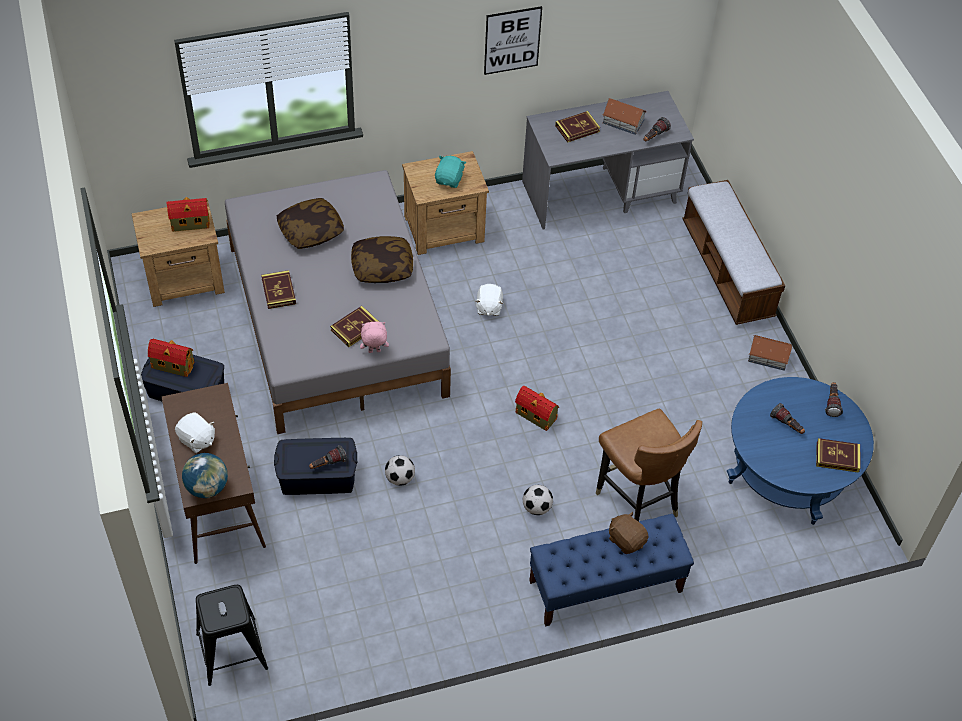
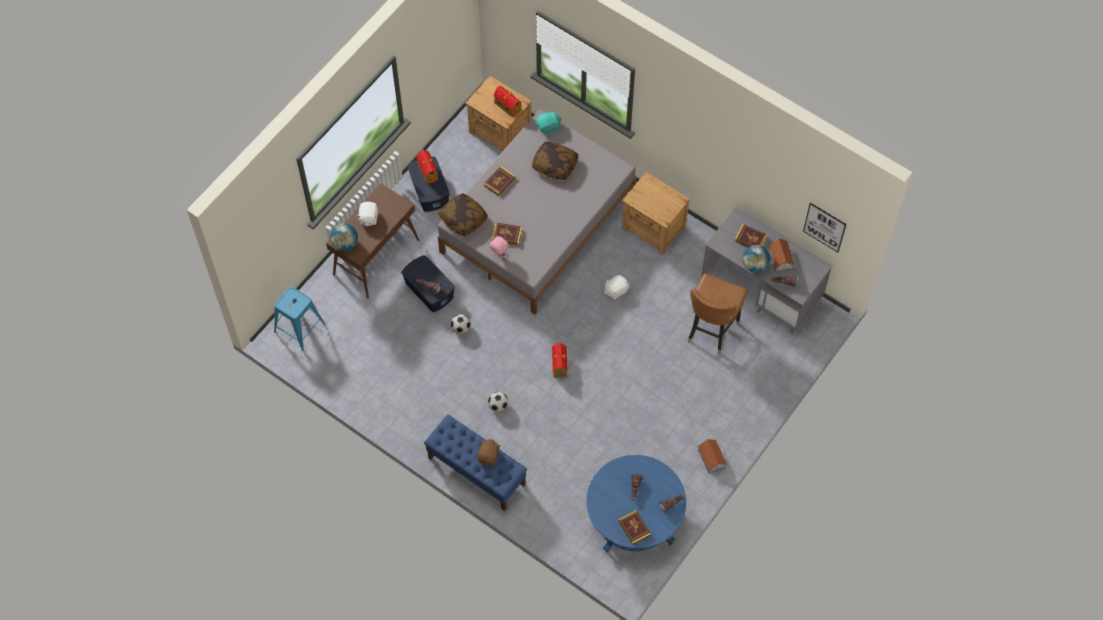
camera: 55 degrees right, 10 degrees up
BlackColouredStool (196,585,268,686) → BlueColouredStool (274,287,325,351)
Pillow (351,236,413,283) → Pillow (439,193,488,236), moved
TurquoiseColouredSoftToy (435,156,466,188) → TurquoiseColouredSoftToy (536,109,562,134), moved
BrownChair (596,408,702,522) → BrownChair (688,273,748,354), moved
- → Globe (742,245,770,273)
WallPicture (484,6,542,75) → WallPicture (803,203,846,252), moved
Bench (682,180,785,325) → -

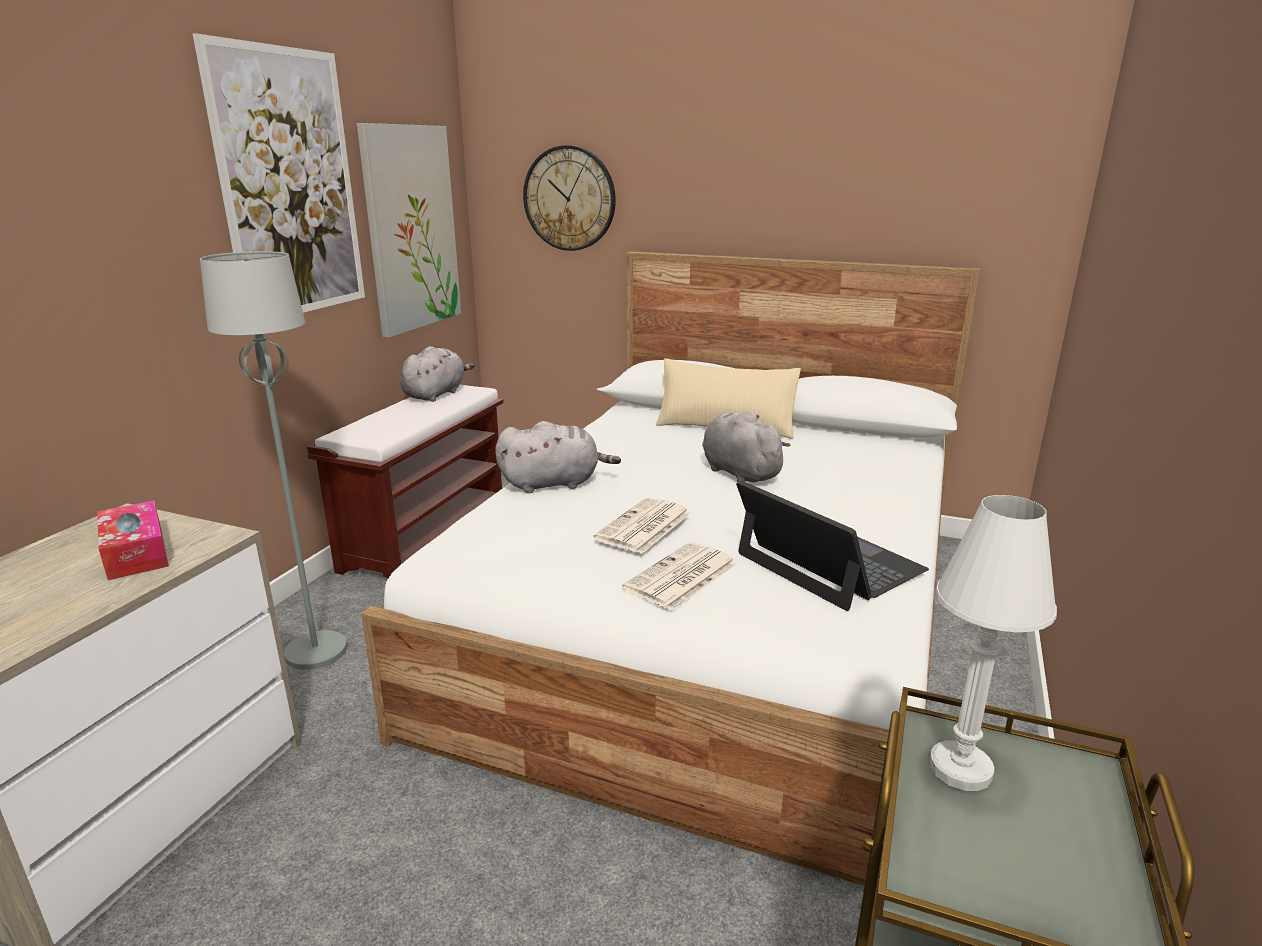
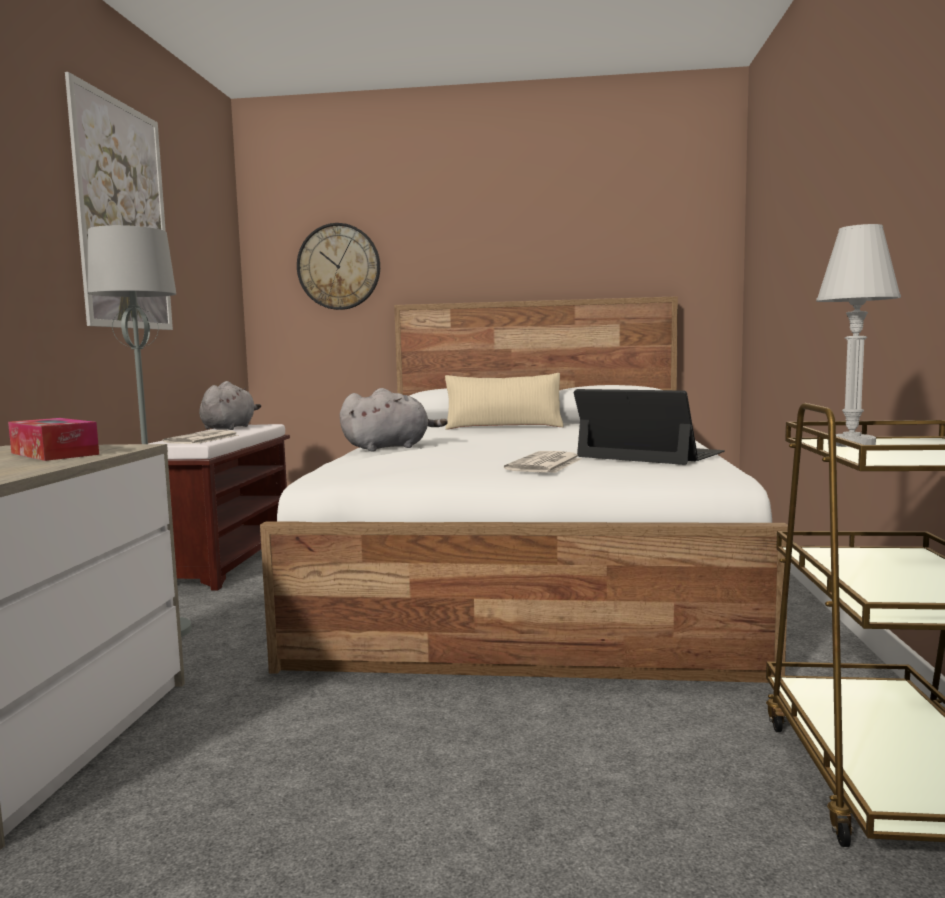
camera: 15 degrees left, 15 degrees down
PrintedPaper (593,497,691,554) → PrintedPaper (163,430,238,444), moved
WallPicture (357,123,461,337) → -
GreyishSoftToy (702,411,791,482) → -

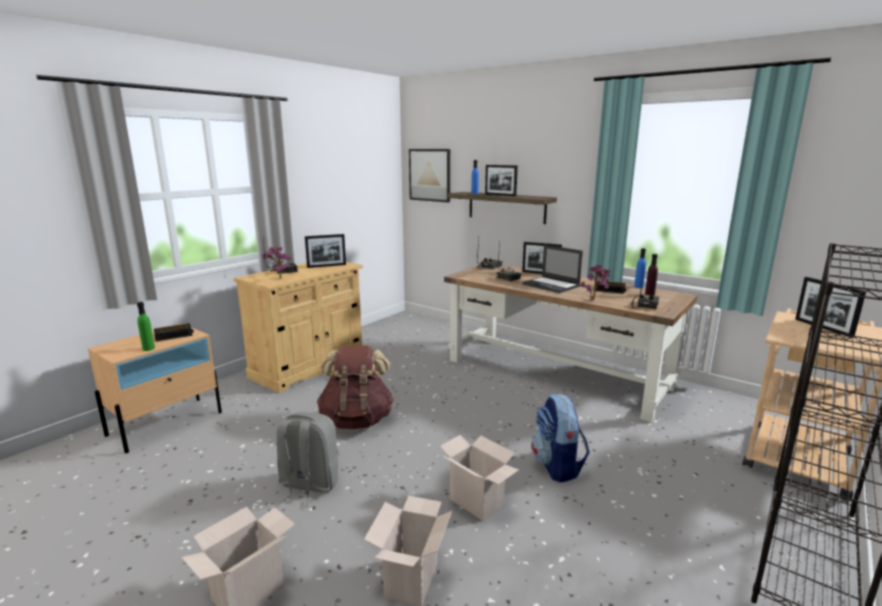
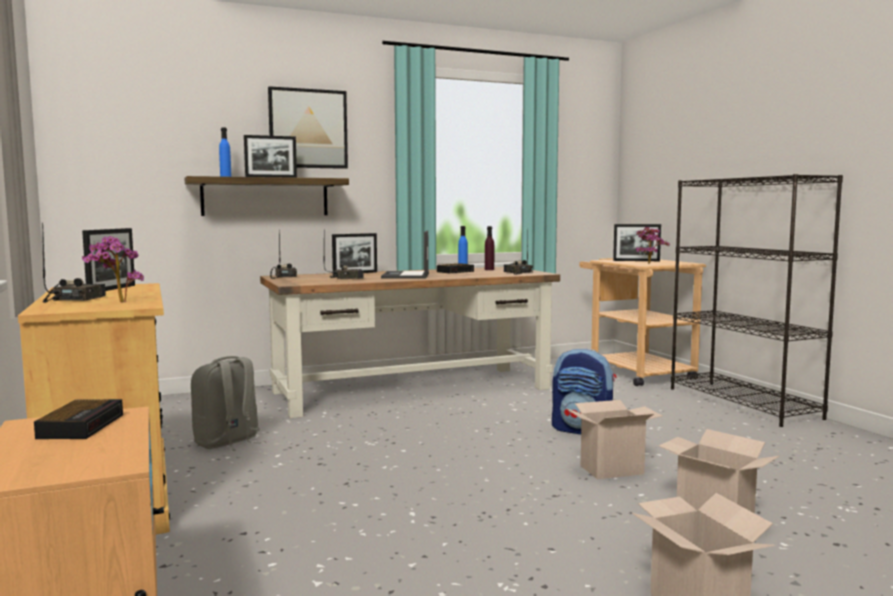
camera: 60 degrees left, 10 degrees down
GreyishKnapsack (276,412,338,507) → GreyishKnapsack (191,356,261,451), moved
WallPicture (409,149,450,203) → WallPicture (268,86,348,169), moved
NotebookComputer (522,245,583,293) → NotebookComputer (381,230,429,279), 105 degrees clockwise
Houseplant (580,265,610,300) → Houseplant (636,227,670,264), moved
GreenDrinkBottle (137,302,155,351) → -
BrownKnapsack (317,346,394,429) → -

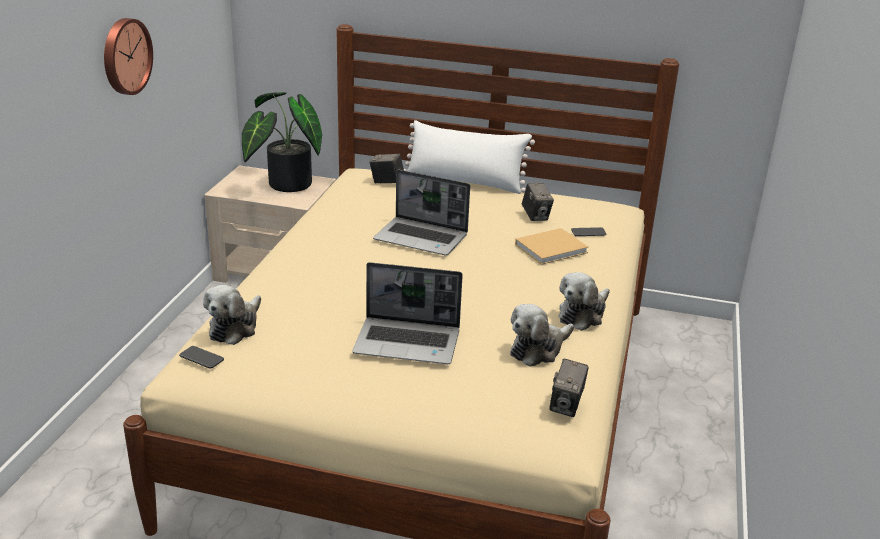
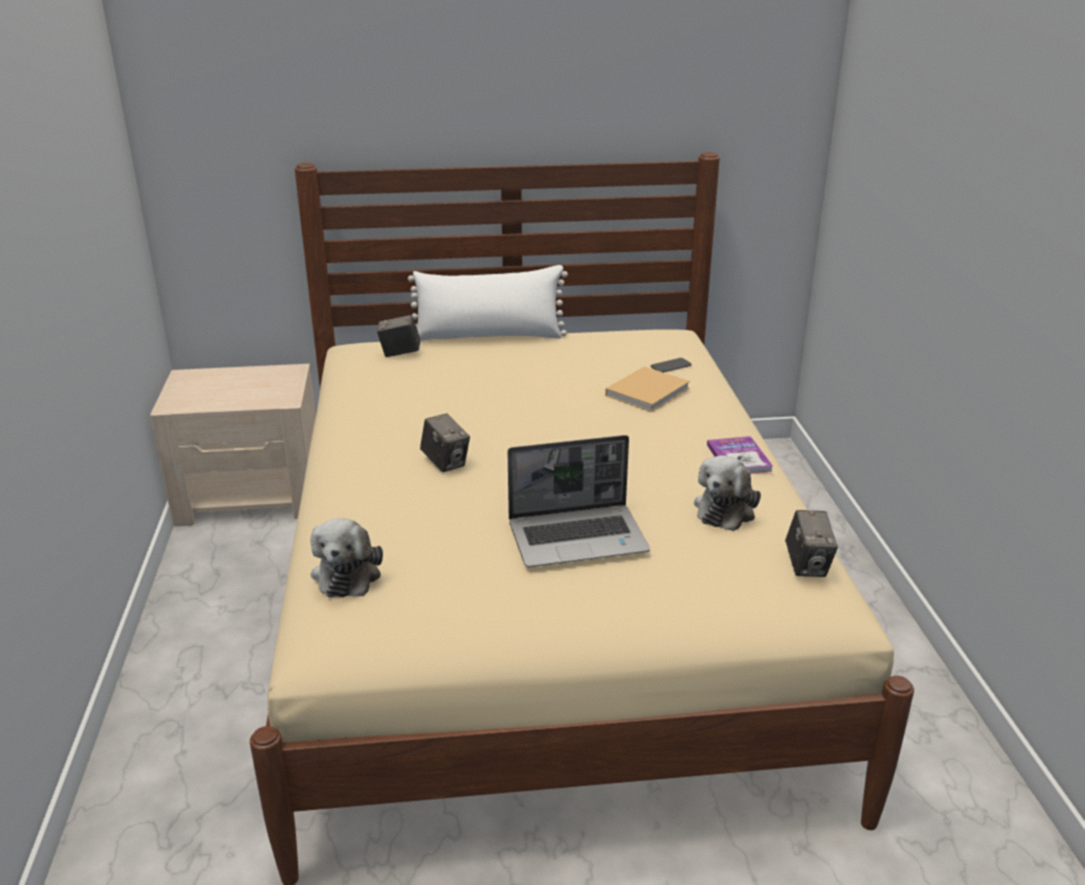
camera: 20 degrees left, 0 degrees up
StillCamera (522,183,554,221) → StillCamera (420,413,470,472), moved
SoftToy (559,272,610,331) → Book (707,436,773,474)
HangingClock (104,18,153,95) → -
Phone (179,346,224,369) → -
Houseplant (242,92,322,192) → -
NotebookComputer (373,170,470,256) → -

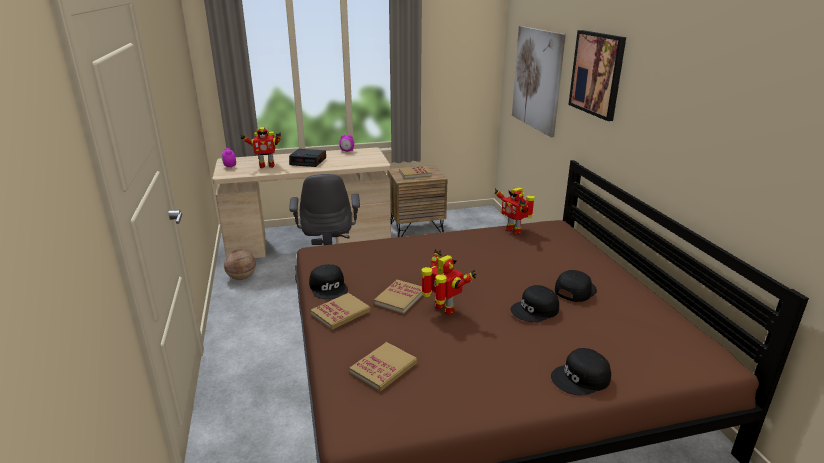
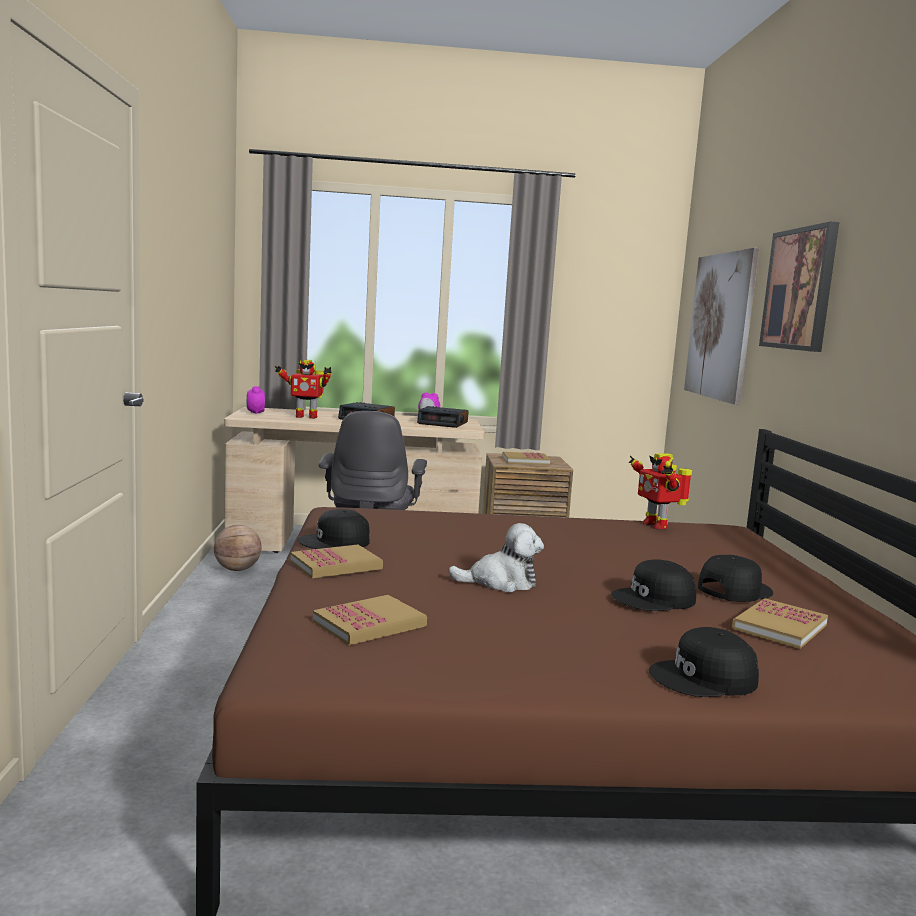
camera: 10 degrees right, 15 degrees down
BlackColouredBaseballCap (309,264,348,299) → BlackColouredBaseballCap (297,509,370,549), 90 degrees clockwise
- → AlarmClock (417,406,469,428)
RobotFigure (421,249,476,315) → SoftToy (448,523,544,592)
Book (373,280,423,314) → Book (732,598,828,649), moved

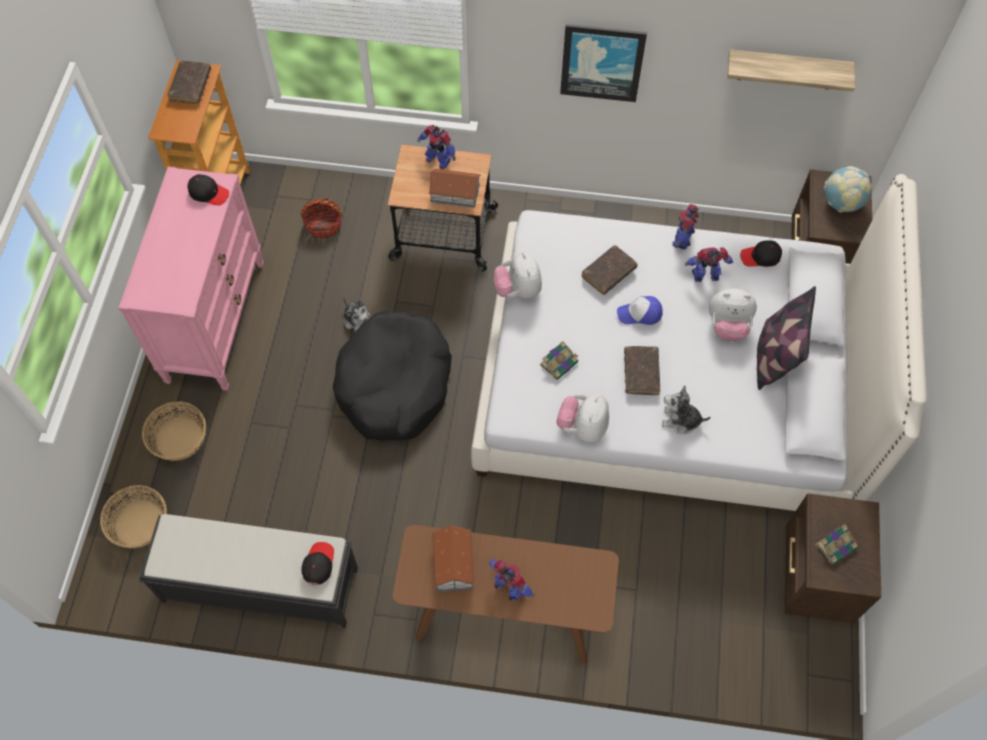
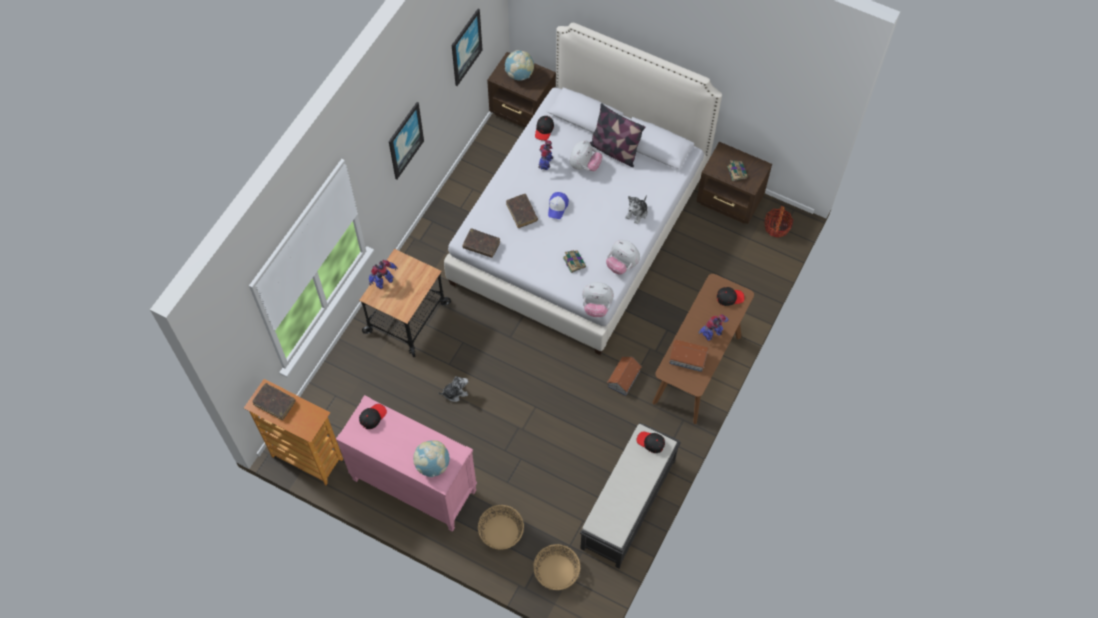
camera: 70 degrees left, 0 degrees up
- → Globe (413,440,450,477)
Shelf (728,49,855,92) → WallPicture (452,9,482,86)
BrownBook (624,346,660,395) → BrownBook (462,228,500,258), moved
SoftToy (493,252,542,299) → SoftToy (582,282,614,317), moved
ModelHouse (429,169,481,208) → ModelHouse (607,356,642,396), moved
- → BlackColouredBaseballCap (717,287,745,306)
StorageBasket (301,199,342,239) → StorageBasket (764,206,794,238), moved
BlackColouredPetBed (333,311,452,441) → -
RobotFigure (672,204,699,250) → -

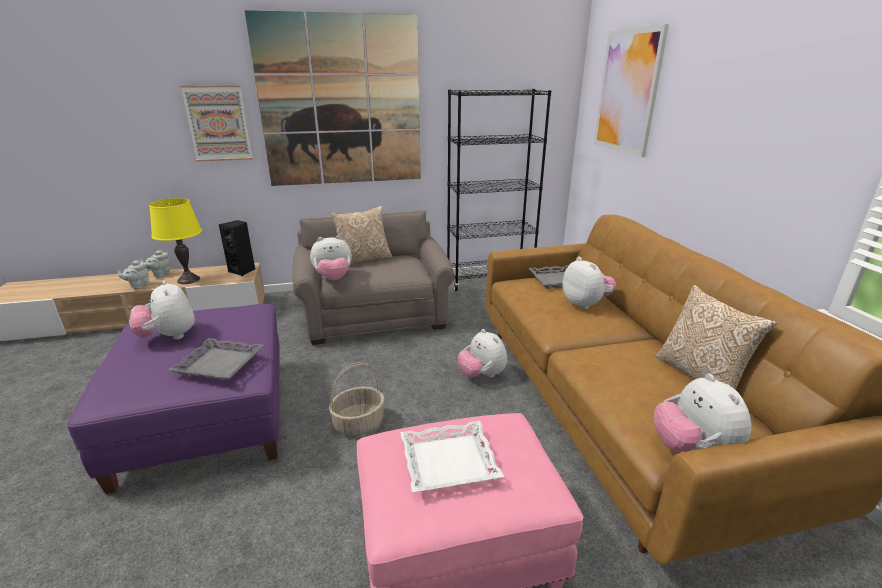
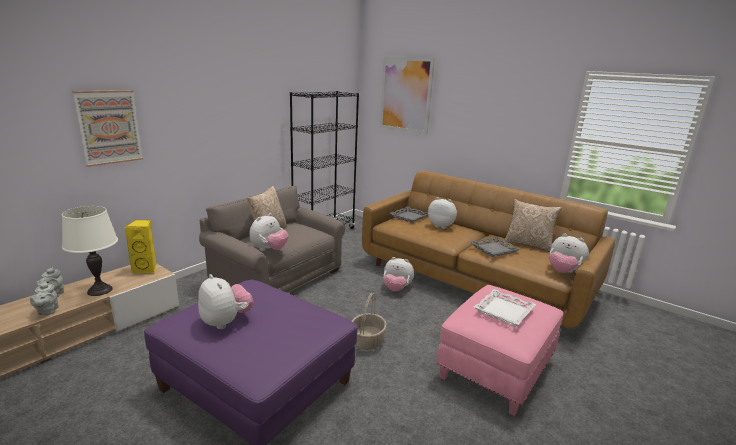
camera: 40 degrees left, 5 degrees down
YellowColouredLampForATable (149,198,202,284) → WhiteColouredLampForATable (62,206,118,296)
BlackColouredSpeaker (219,220,255,276) → YellowColouredSpeaker (125,220,157,273)
SoftToy (129,280,195,340) → SoftToy (198,274,253,329), 150 degrees counterclockwise
GreyishCarryingTray (168,338,264,381) → GreyishCarryingTray (470,237,520,257), moved
WallPicture (245,10,421,186) → -

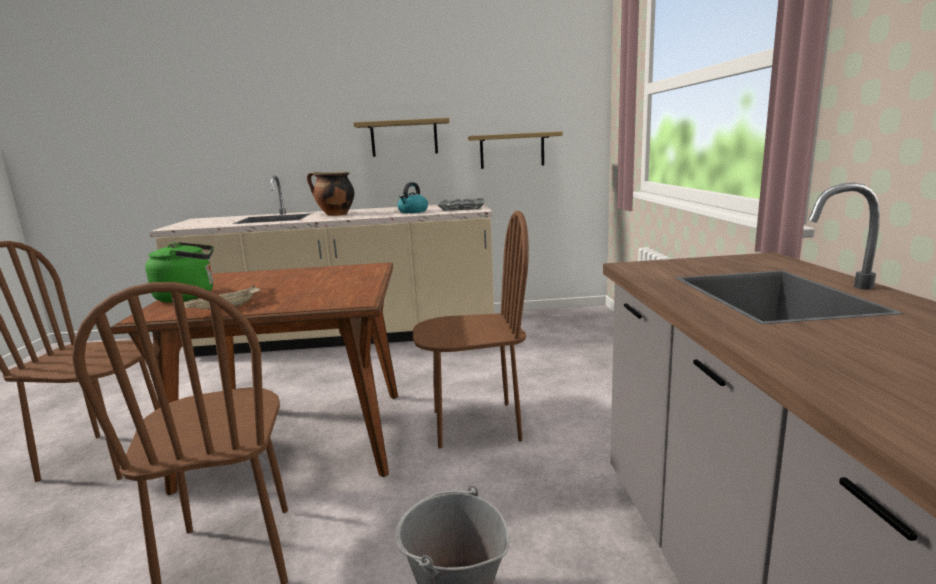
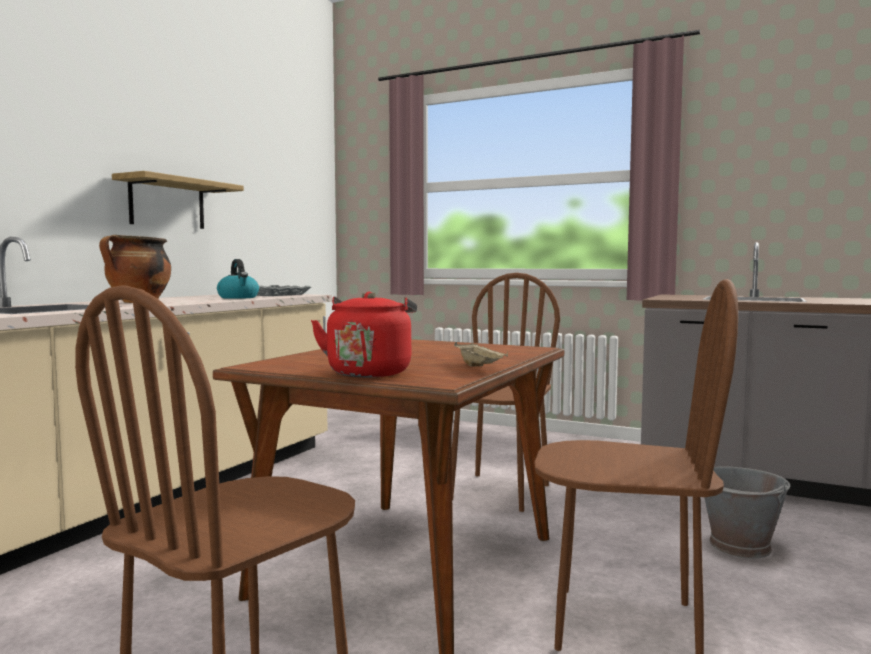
camera: 60 degrees left, 10 degrees down
GreenWaterKettle (145,242,214,303) → ReddishWaterKettle (311,292,417,377)
Shelf (468,131,563,169) → -

